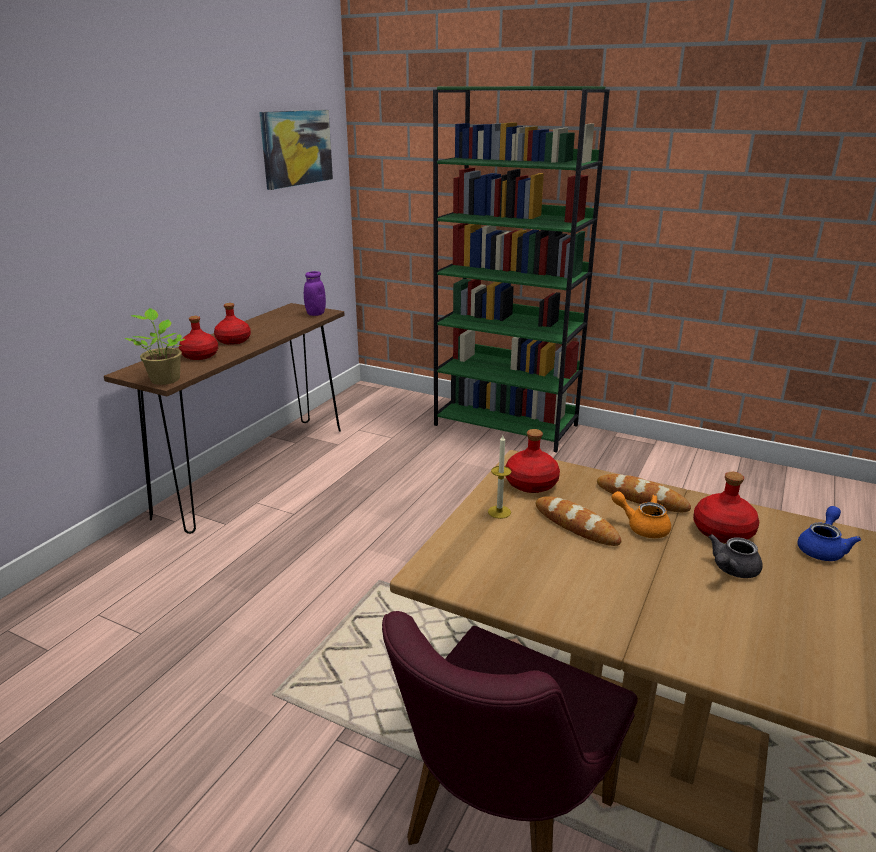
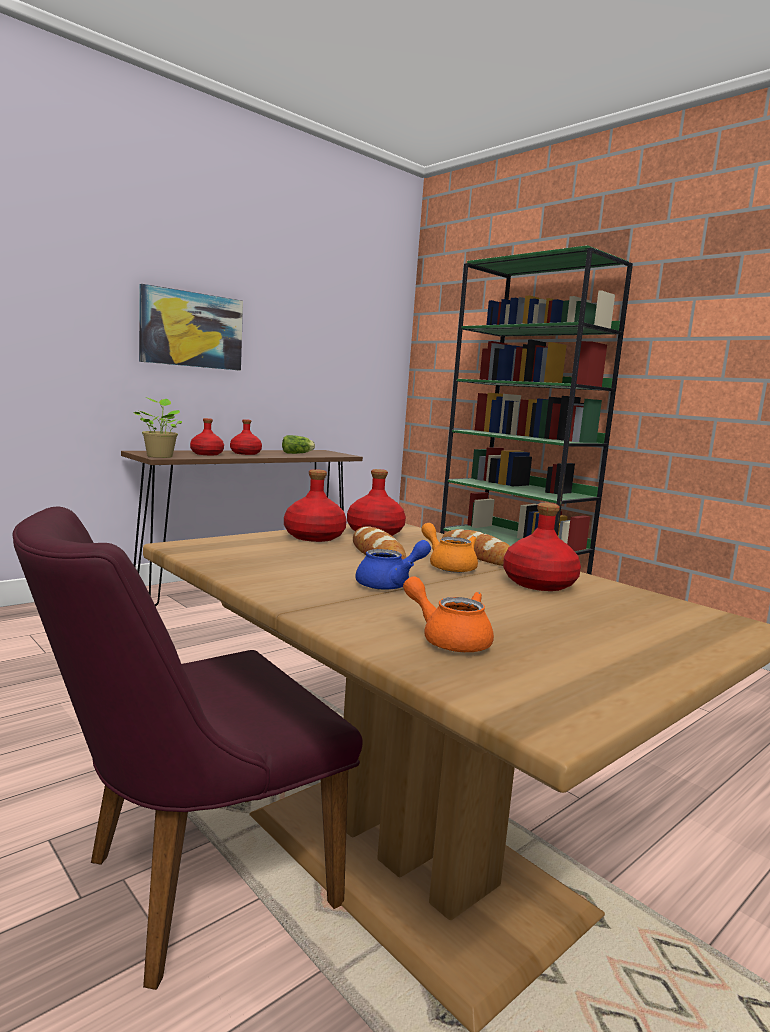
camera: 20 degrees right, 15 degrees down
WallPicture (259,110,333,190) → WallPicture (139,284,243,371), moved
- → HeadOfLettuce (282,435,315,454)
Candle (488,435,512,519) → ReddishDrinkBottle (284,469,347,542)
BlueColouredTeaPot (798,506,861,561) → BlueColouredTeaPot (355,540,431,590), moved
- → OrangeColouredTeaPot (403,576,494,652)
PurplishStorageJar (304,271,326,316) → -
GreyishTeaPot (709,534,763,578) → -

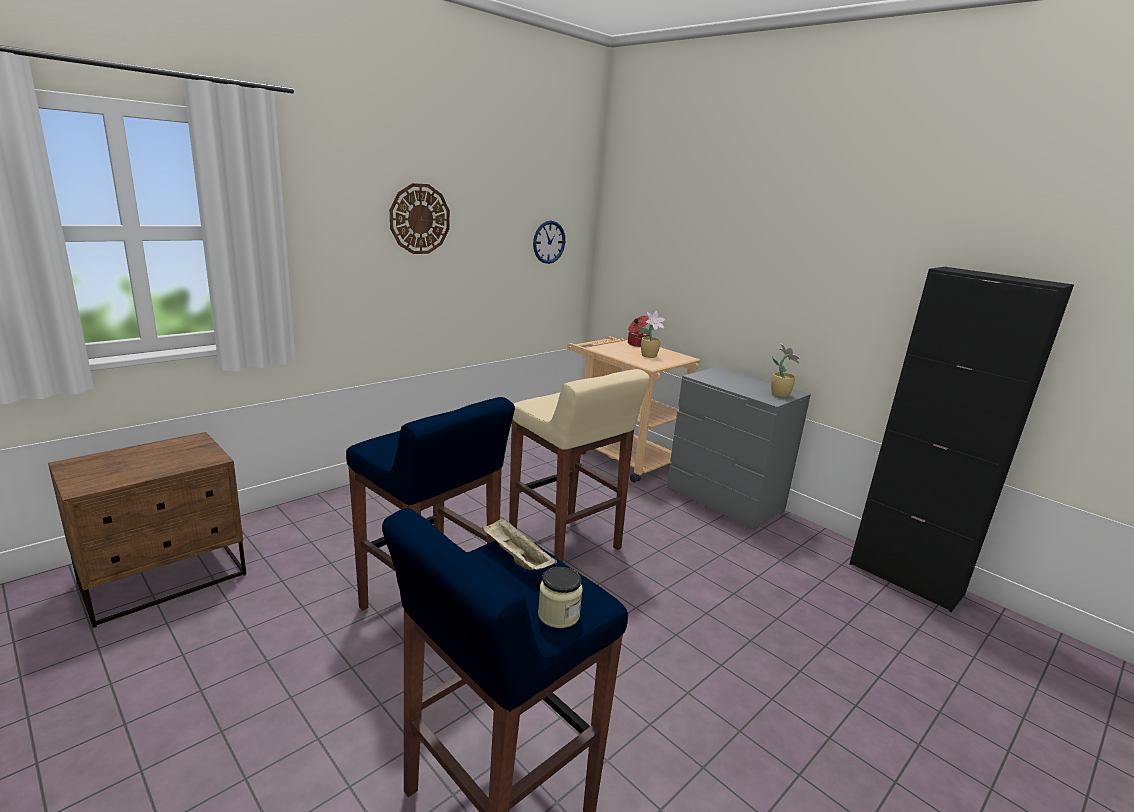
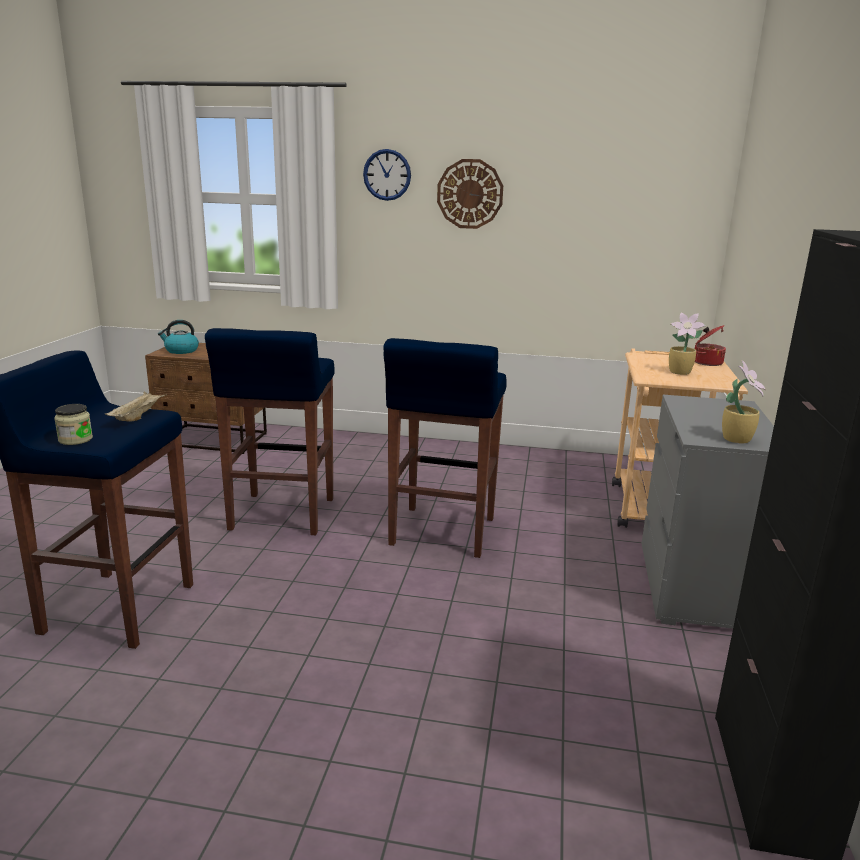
camera: 55 degrees right, 0 degrees up
- → WaterKettle (158,320,199,354)
HangingClock (533,220,565,264) → HangingClock (363,149,411,201), moved
SandColouredStool (509,369,650,562) → BlueColouredStool (383,338,507,558)

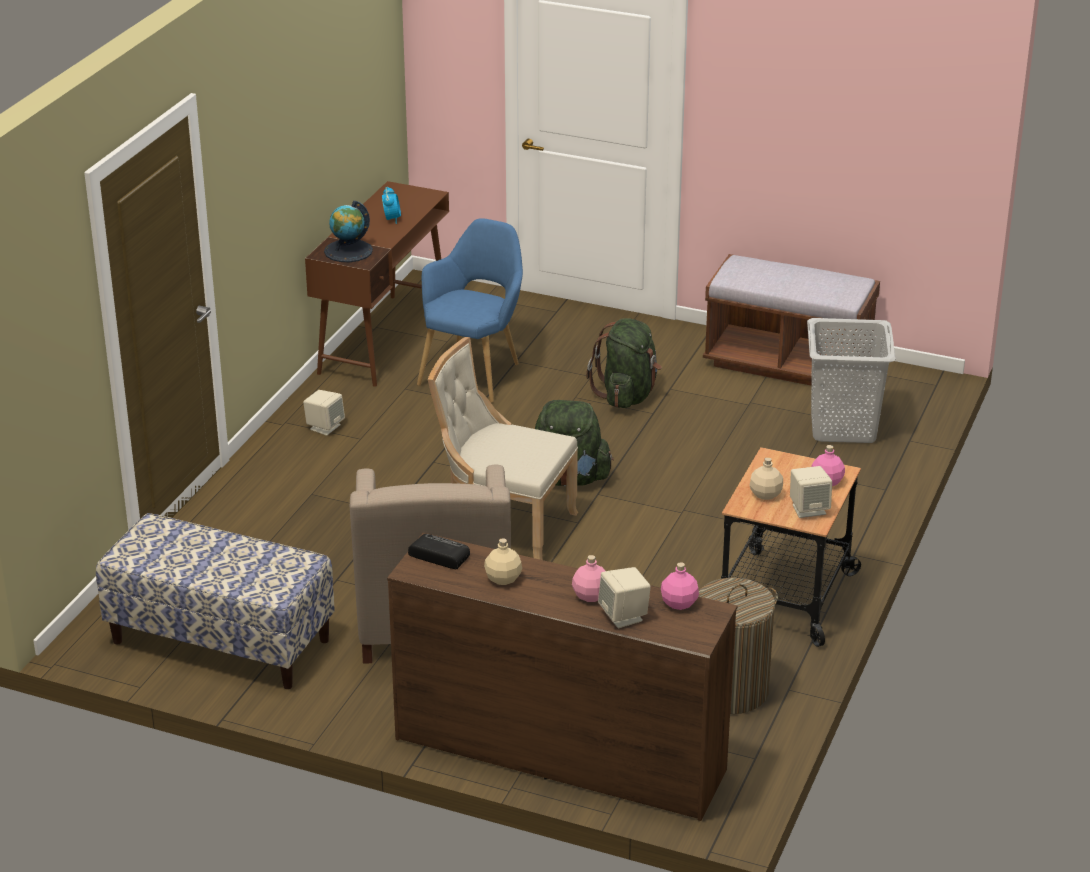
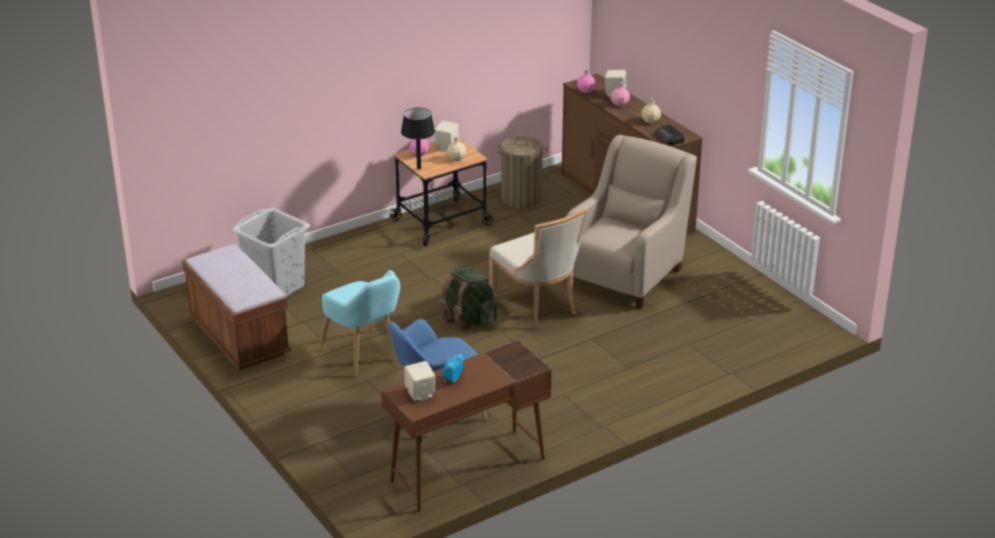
camera: 145 degrees left, 0 degrees up
GreenKnapsack (586,318,662,408) → TurquoiseColouredArmchair (319,270,400,377)
- → BlackColouredLampForATable (401,108,435,170)
SandColouredSpeaker (303,390,345,436) → SandColouredSpeaker (404,361,435,401), moved
Bench (96,513,335,689) → -
Globe (324,201,373,262) → -

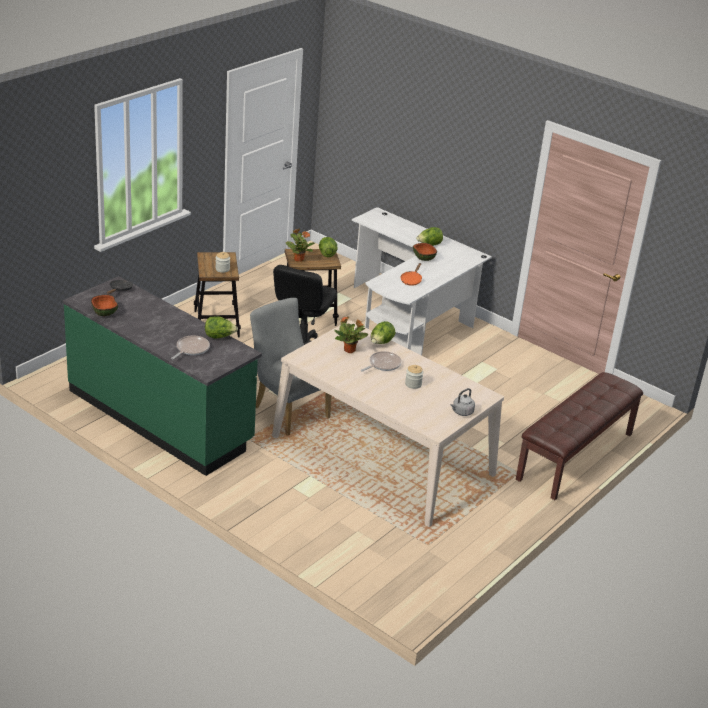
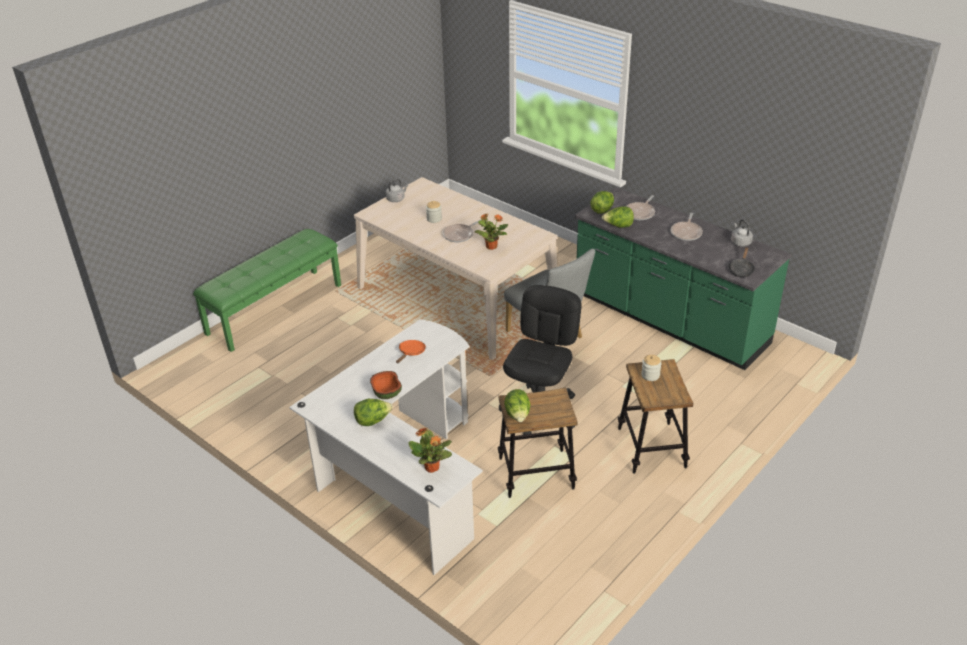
camera: 175 degrees left, 5 degrees up
BrownBench (516,372,643,500) → GreenBench (193,229,341,352)
Houseplant (286,229,315,262) → Houseplant (408,428,452,473), moved
HeadOfLettuce (371,321,395,344) → HeadOfLettuce (590,191,614,214), moved
- → Pan (671,213,703,241)
DeepDish (91,295,118,316) → GreyishWaterKettle (731,219,753,247)

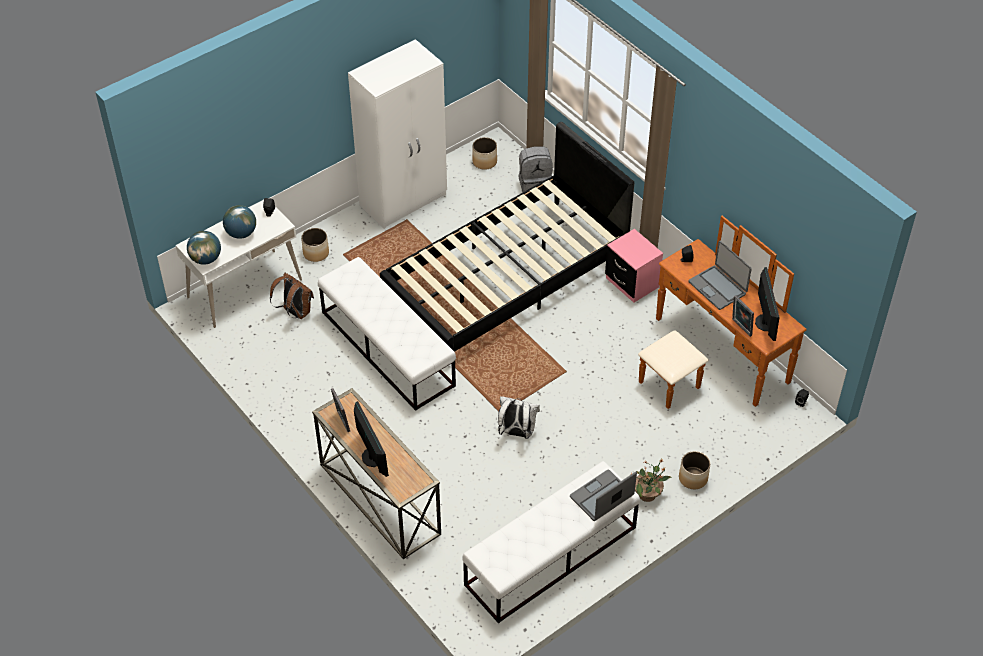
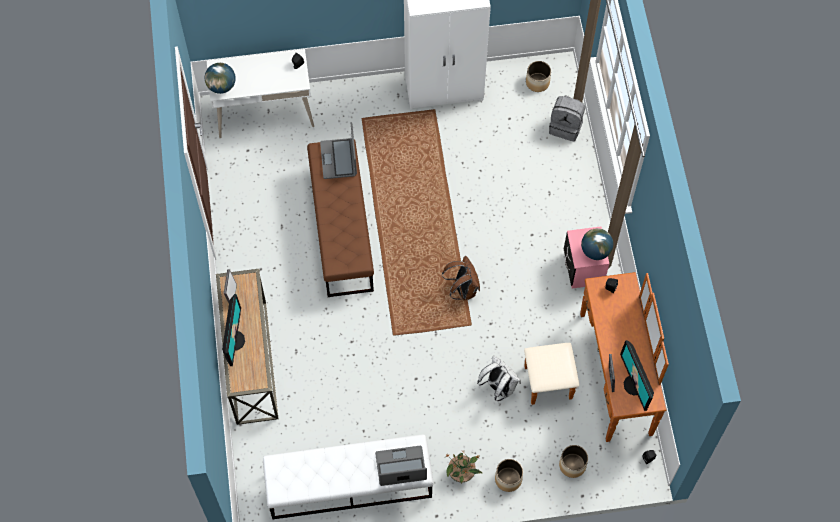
camera: 30 degrees right, 15 degrees up
WhiteColouredBench (318,257,456,411) → BrownBench (307,138,374,297)
NotebookComputer (689,240,752,310) → NotebookComputer (320,122,357,179), moved
BrownKnapsack (270,273,314,319) → BrownKnapsack (442,256,480,300), moved
WhiteColouredKnapsack (498,396,540,439) → WhiteColouredKnapsack (477,355,521,401), moved
FlowerPot (301,228,329,262) → FlowerPot (559,445,588,478), moved
Globe (223,205,256,239) → Globe (581,228,613,260), moved
ComputerDisplay (755,267,780,341) → ComputerDisplay (620,340,654,411), 135 degrees clockwise
BlackColouredSleepingBed (380,122,634,352) → -

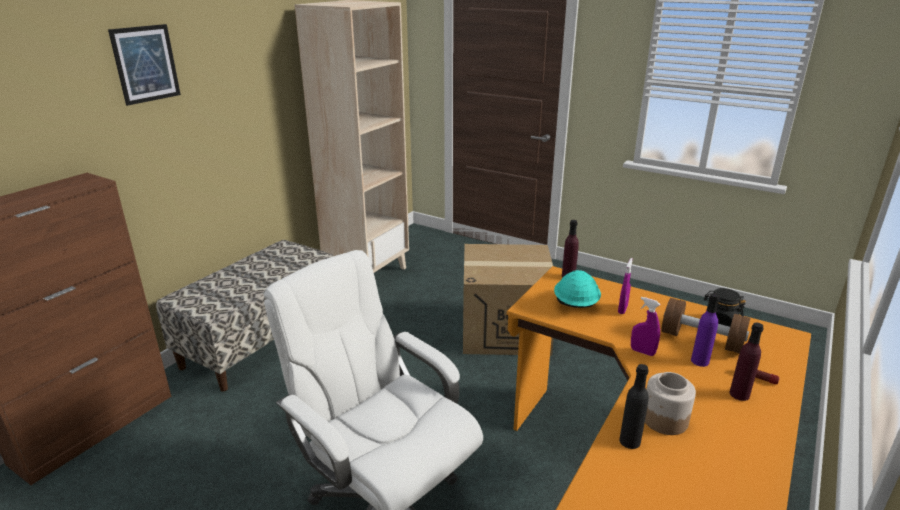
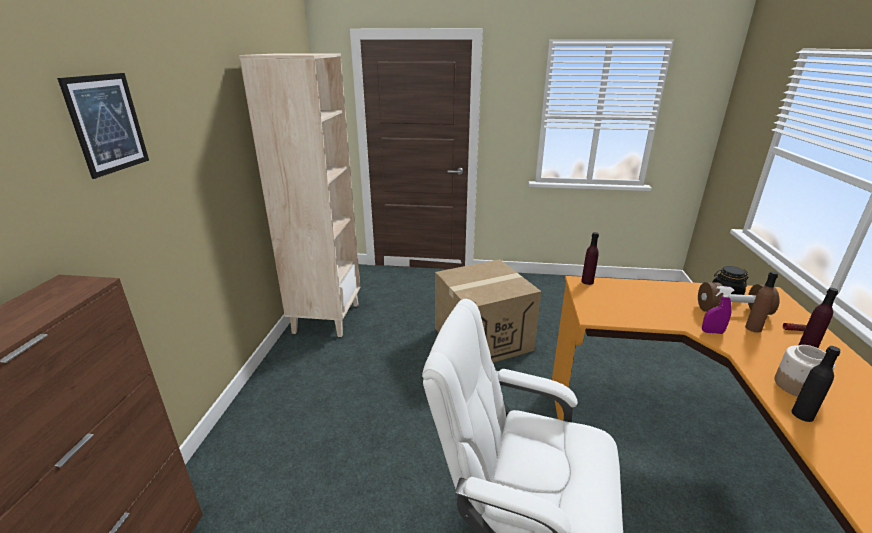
camera: 25 degrees left, 0 degrees up
PurplishDrinkBottle (691,293,720,367) → BrownDrinkBottle (745,271,778,333)
Bench (156,240,333,392) → -
TurquoiseColouredWorkHelmet (554,270,601,308) → -
PurplishHandSprayer (618,258,633,314) → -

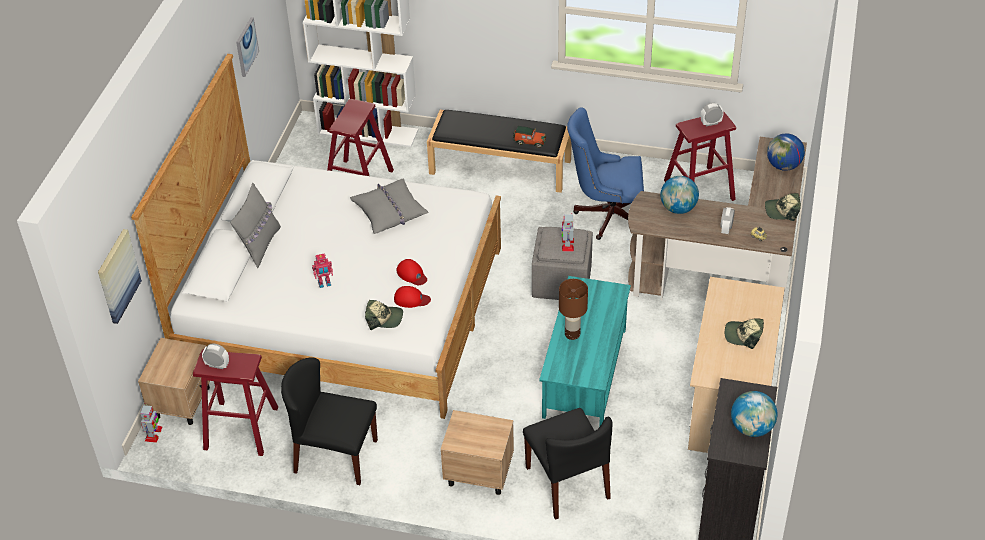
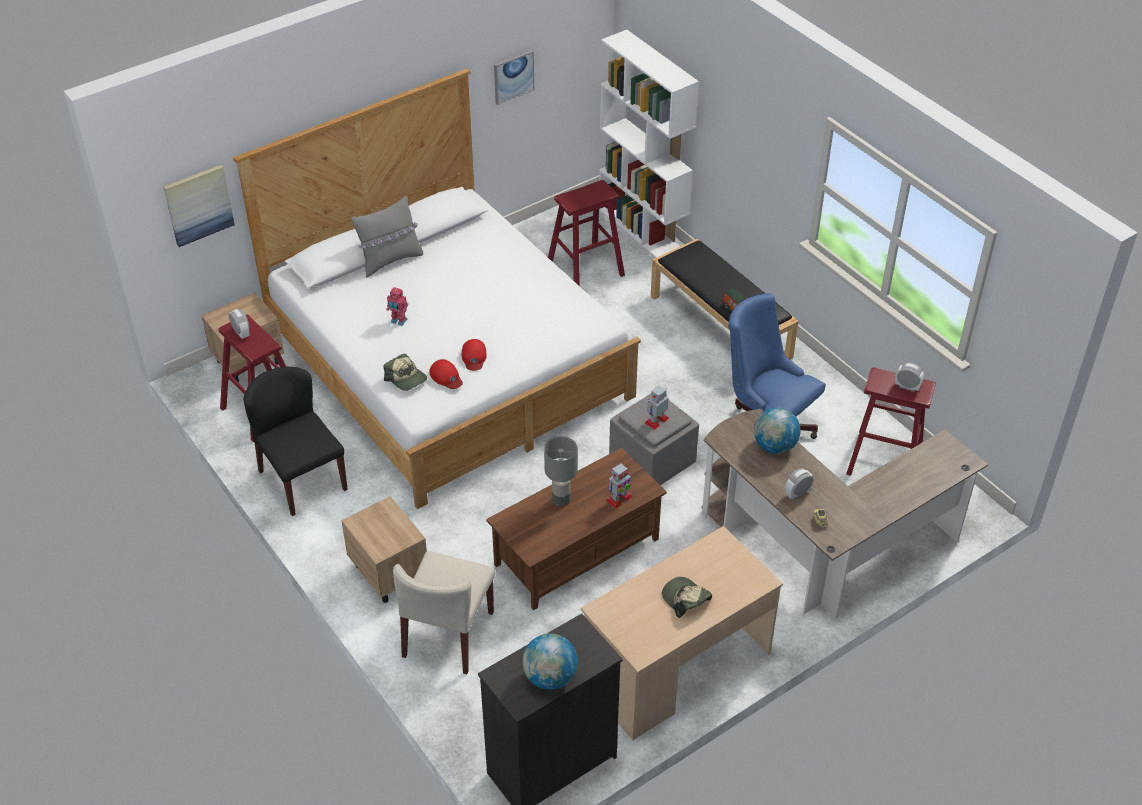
camera: 40 degrees right, 0 degrees up
BlackColouredChair (523,408,612,520) → SandColouredChair (393,551,496,674)
TurquoiseColouredCoffeeTable (539,276,631,427) → BrownCoffeeTable (486,448,667,610)
BrownLampForATable (559,279,588,340) → GreyishLampForATable (544,436,578,506)
RobotFigure (140,403,162,443) → RobotFigure (606,462,632,509), moved
GreyishPillow (350,179,429,234) → -
BaseballCap (765,193,801,221) → -
Globe (767,133,805,171) → -

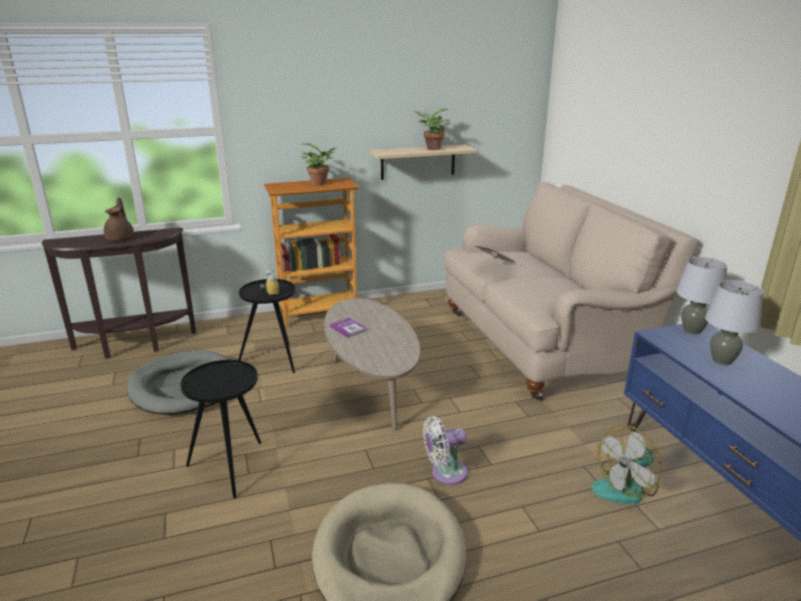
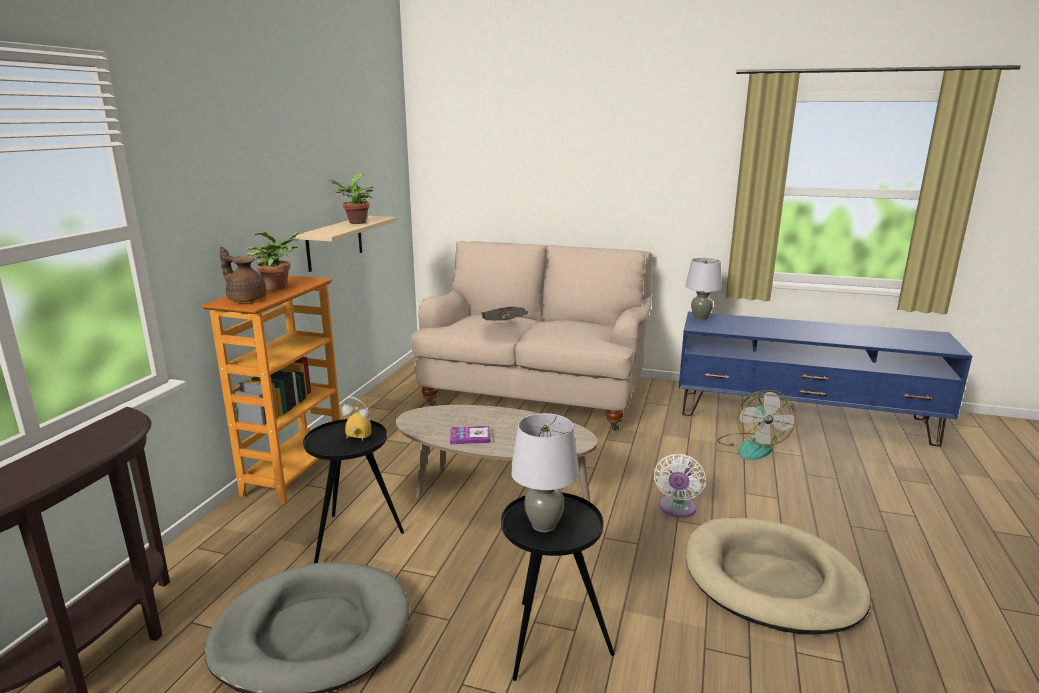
camera: 55 degrees left, 5 degrees down
BrownTeaPot (104,197,134,241) → BrownTeaPot (219,247,267,302), moved
GreyishLampForATable (705,280,763,365) → GreyishLampForATable (511,413,579,532), moved

